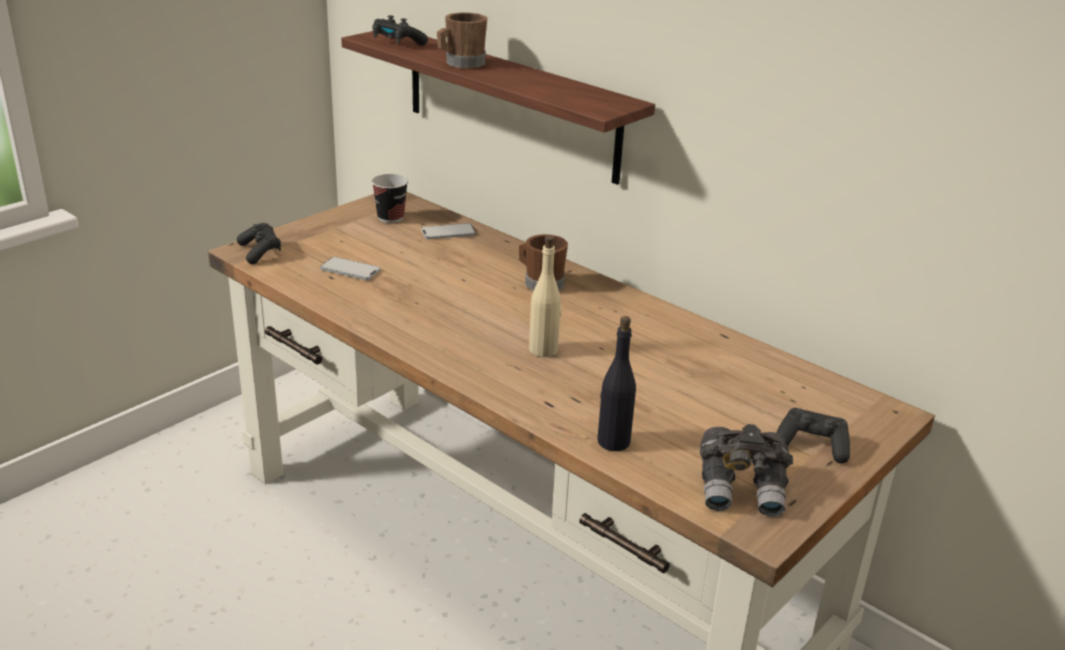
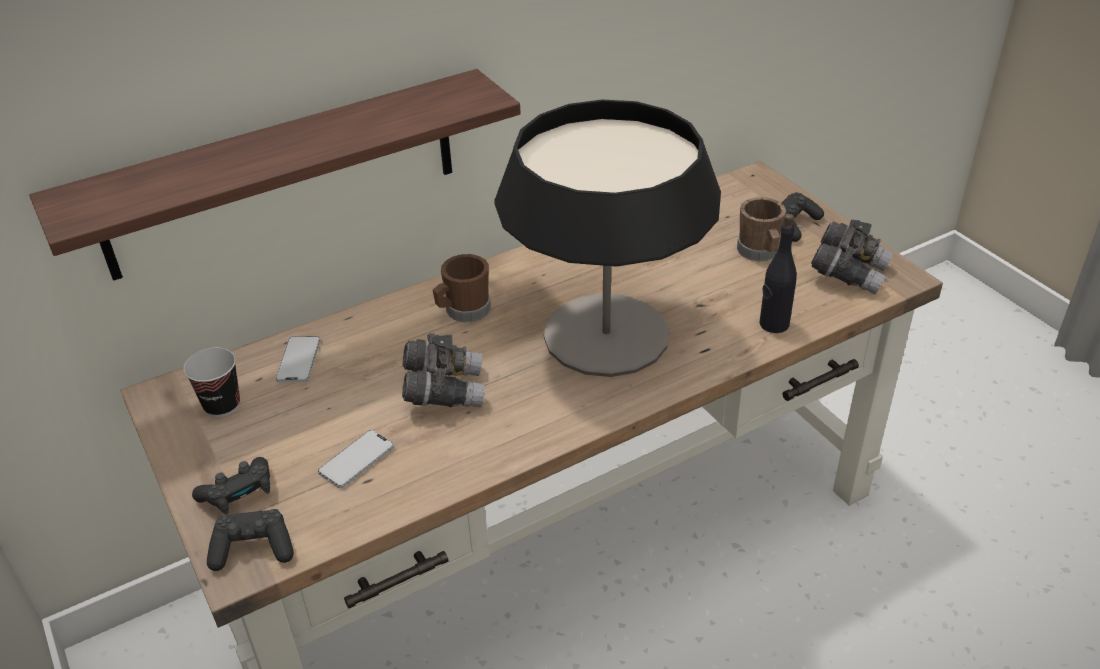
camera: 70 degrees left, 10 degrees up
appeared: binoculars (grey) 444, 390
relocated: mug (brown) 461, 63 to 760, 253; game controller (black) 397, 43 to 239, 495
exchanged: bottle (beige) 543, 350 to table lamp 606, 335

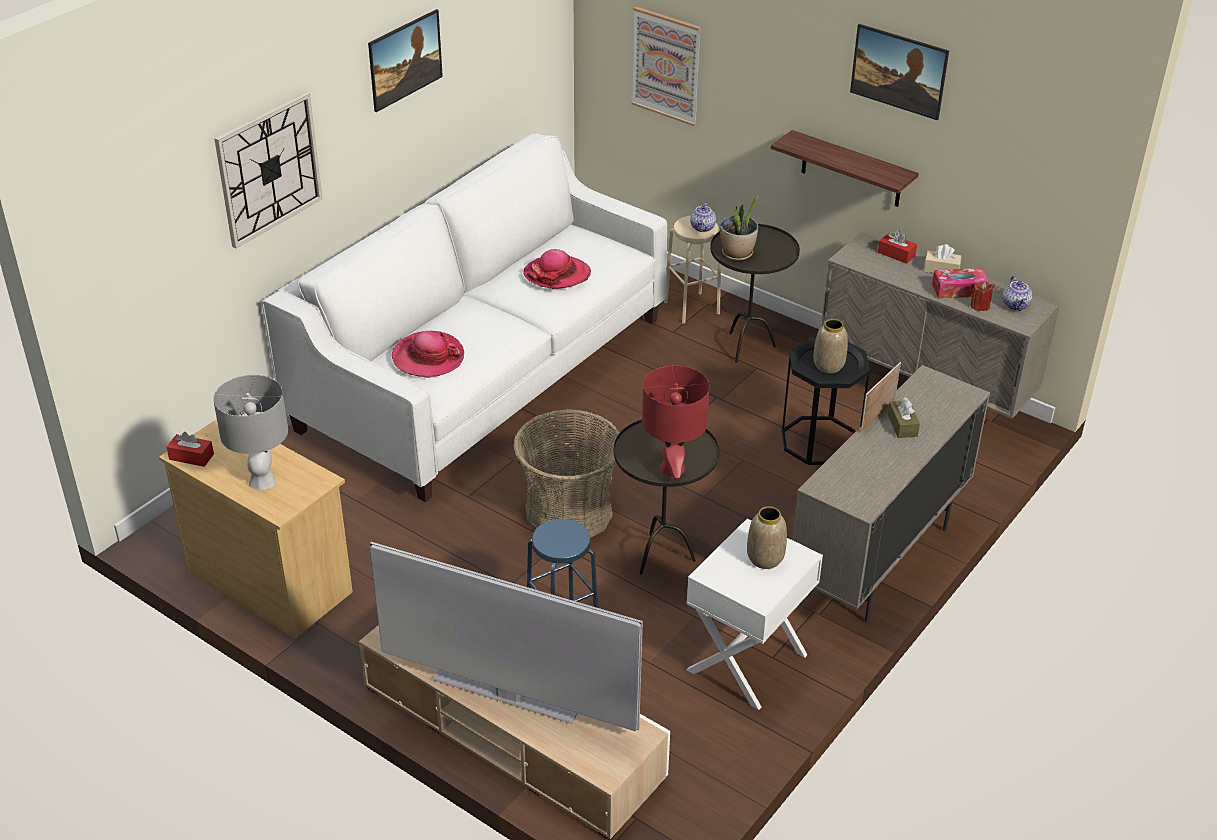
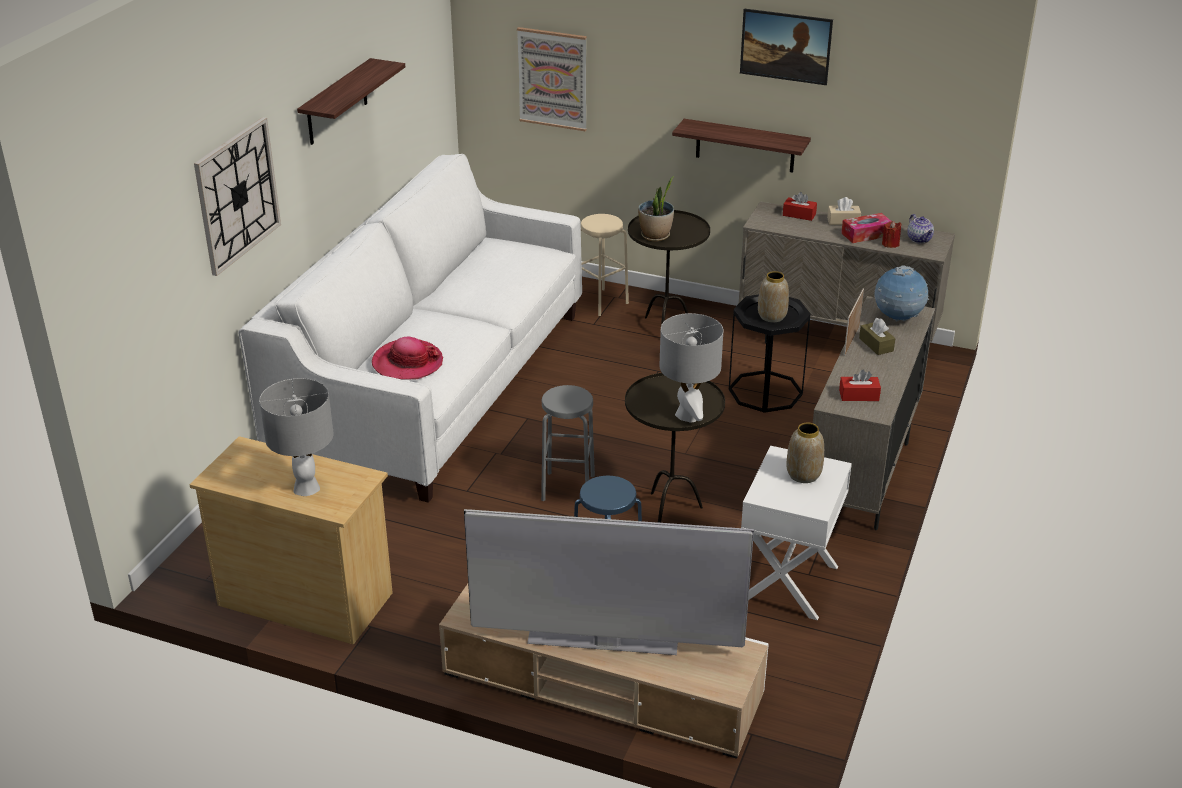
camera: 15 degrees left, 5 degrees down
missing: teapot 703, 228; hat 557, 275
appeared: globe 897, 319
relocated: tissue box (red) 191, 457 to 859, 395
exchanged: picture 406, 76 to shelf 337, 103; basket 568, 512 to stool (grey) 568, 487
colour: table lamp (red) 672, 469 to table lamp (grey) 688, 415

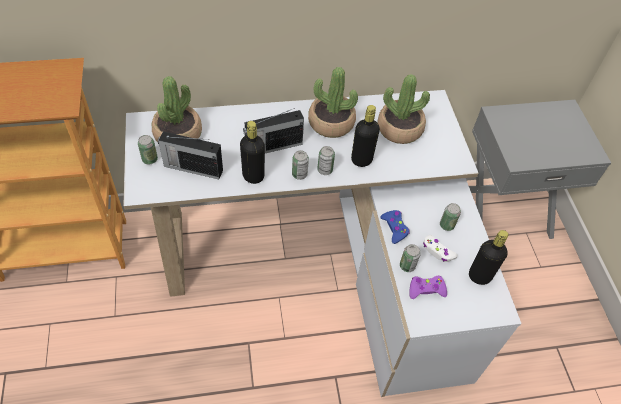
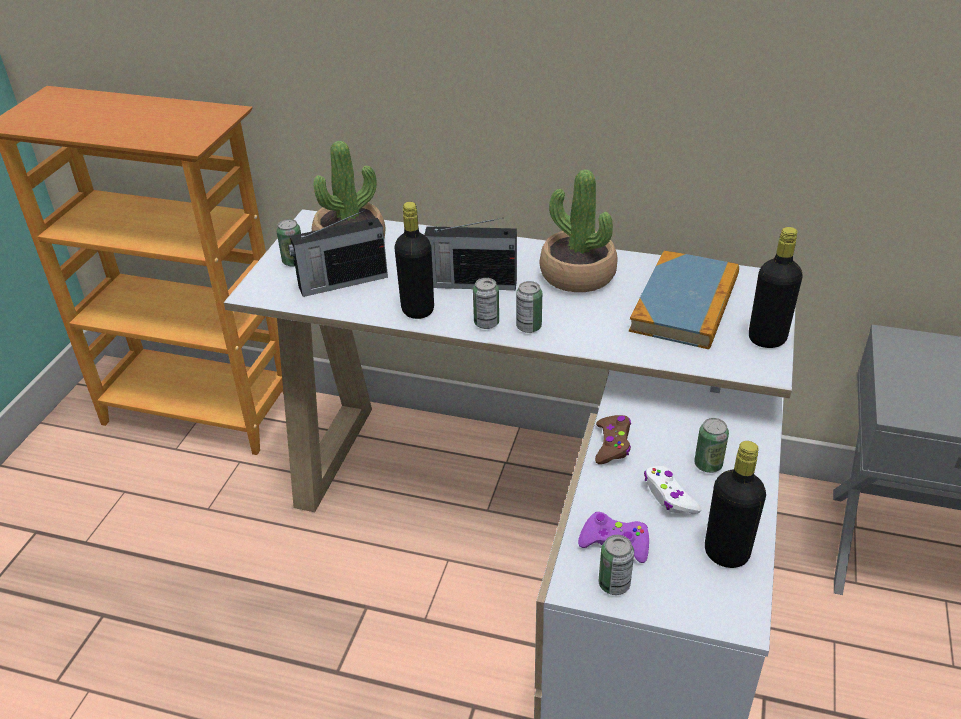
camera: 30 degrees right, 15 degrees down
relocated: bottle (black) 361, 160 to 767, 339; can 407, 266 to 614, 584
exchanged: potted plant 399, 129 to book 685, 304
colour: game controller (blue) 394, 228 to game controller (brown) 612, 444
spun: radio 192, 168 = 341, 282 60 degrees counterclockwise

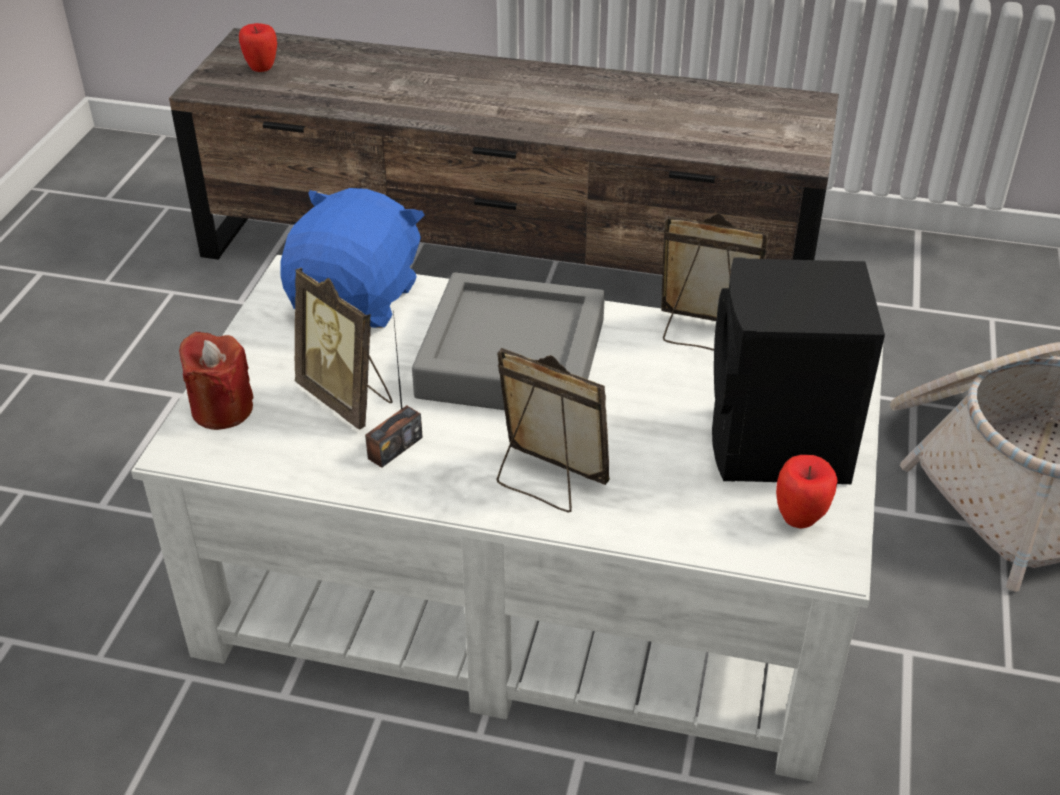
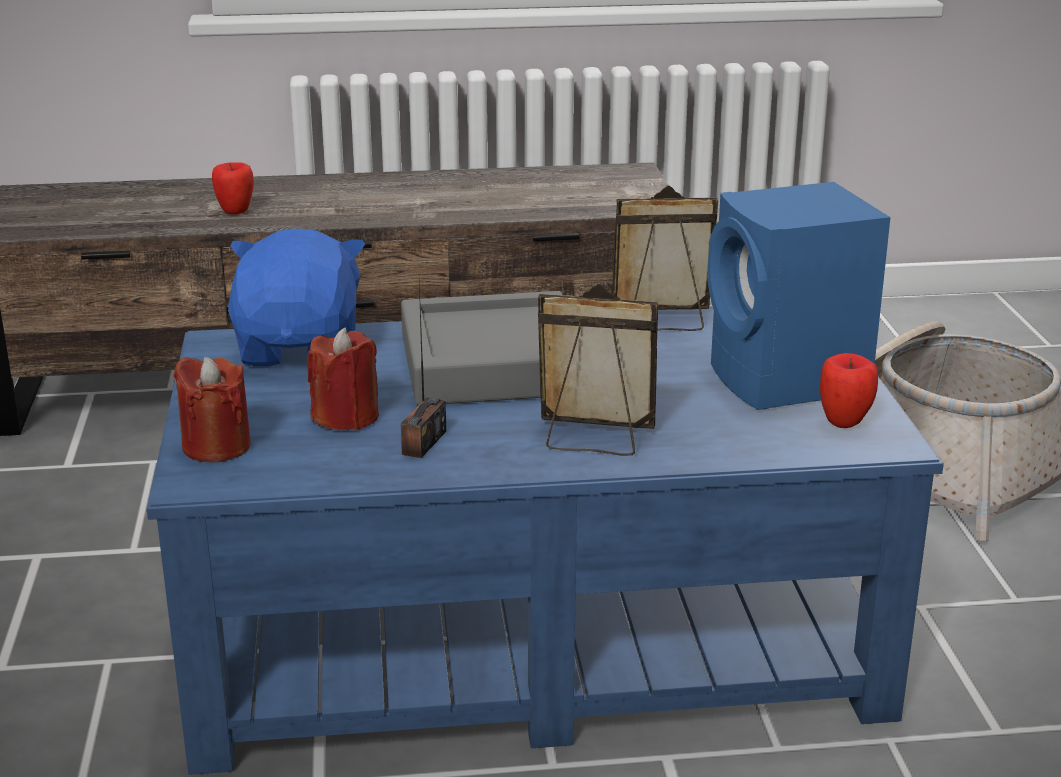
camera: 20 degrees left, 15 degrees down
relocated: apple 262, 68 to 235, 211
exchanged: picture frame 347, 398 to candle (red) 346, 417
colour: coffee table (white) 527, 586 to coffee table (blue) 527, 635; speaker (black) 778, 448 to speaker (blue) 789, 382

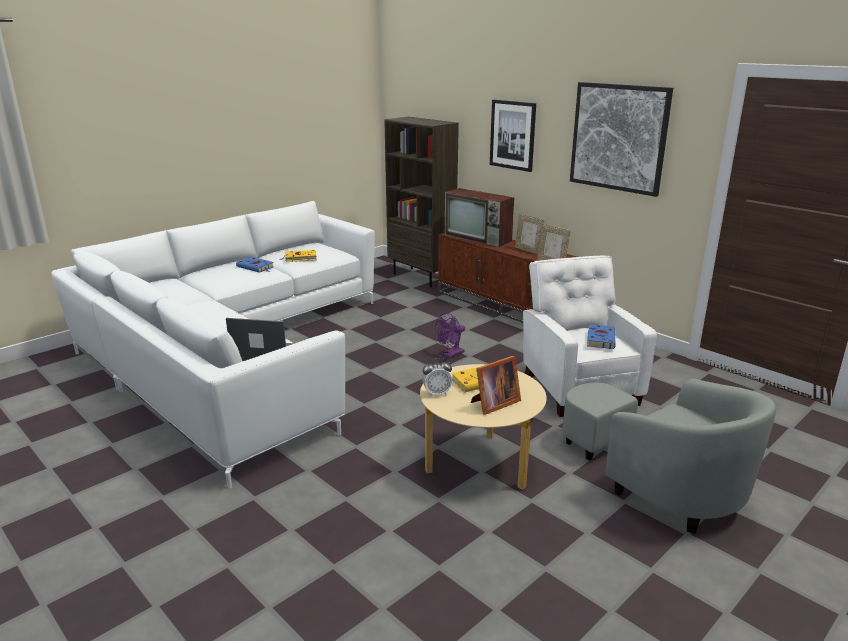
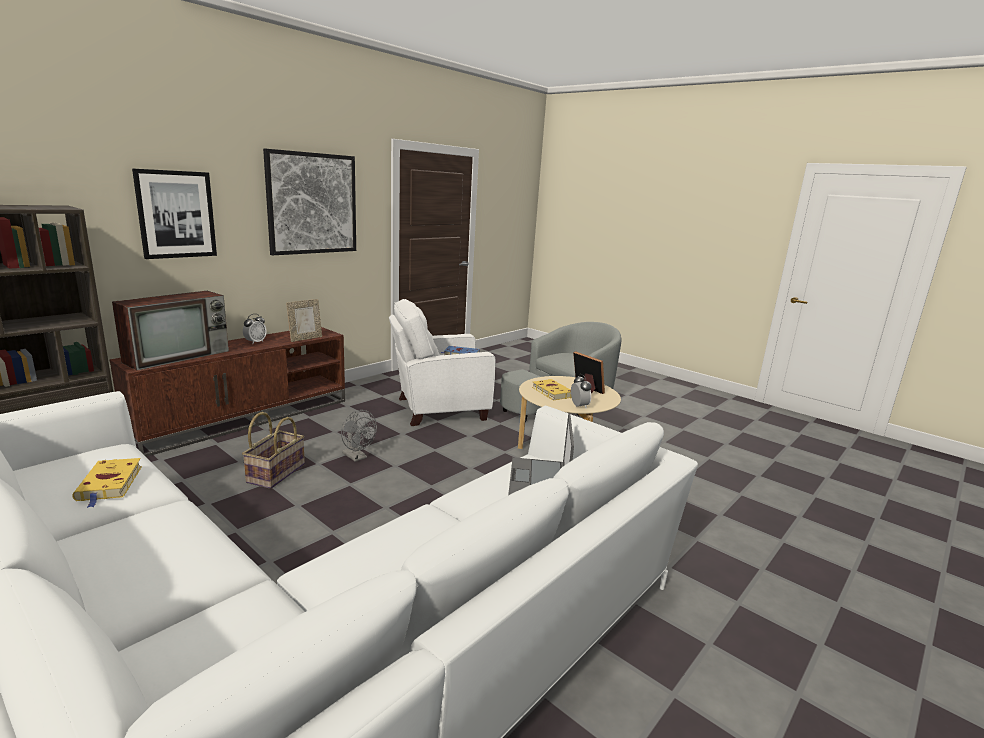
camera: 95 degrees left, 5 degrees down
missing: book (blue) 256, 267
appeared: basket 275, 473
exchanged: picture frame 528, 250 to alarm clock 255, 342
colour: fan (purple) 450, 354 to fan (grey) 357, 457

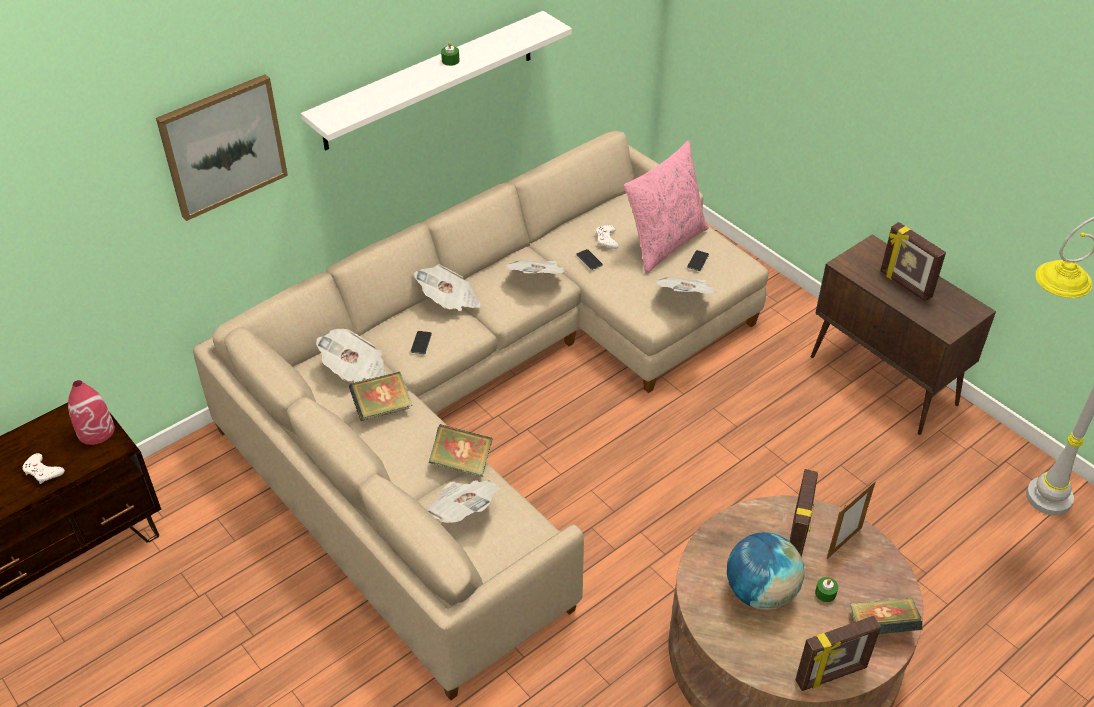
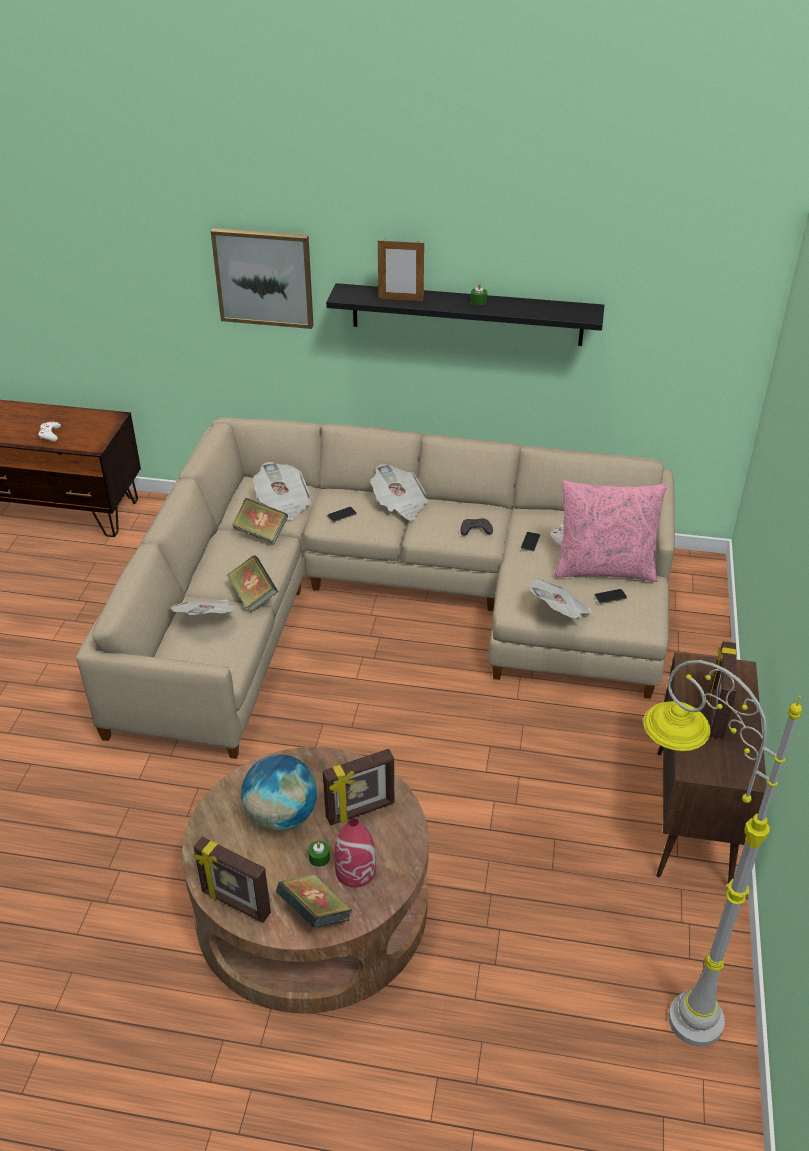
camera: 50 degrees right, 5 degrees down
relocated: vase (red) 96, 431 to 356, 870; picture frame 844, 542 to 401, 299
exchanged: newspaper 537, 279 to game controller (grey) 475, 530
colour: shelf (white) 430, 80 to shelf (black) 467, 314

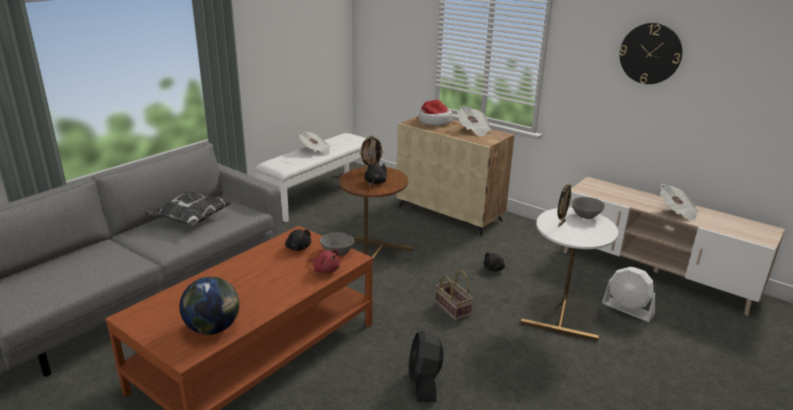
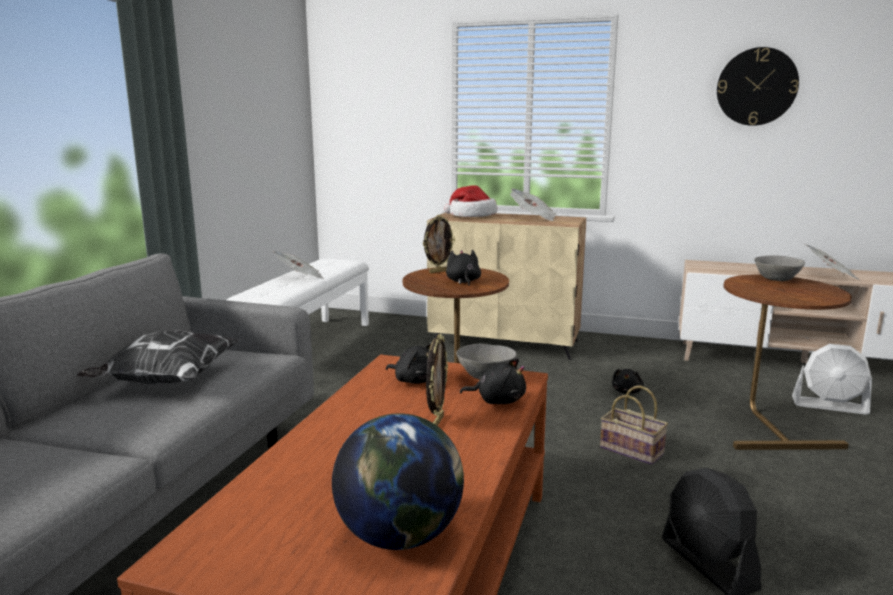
camera: 20 degrees left, 10 degrees down
relocated: picture frame 561, 223 to 437, 422
colour: side table (white) 562, 313 to side table (brown) 767, 426; plush toy (red) 325, 270 to plush toy (black) 498, 401

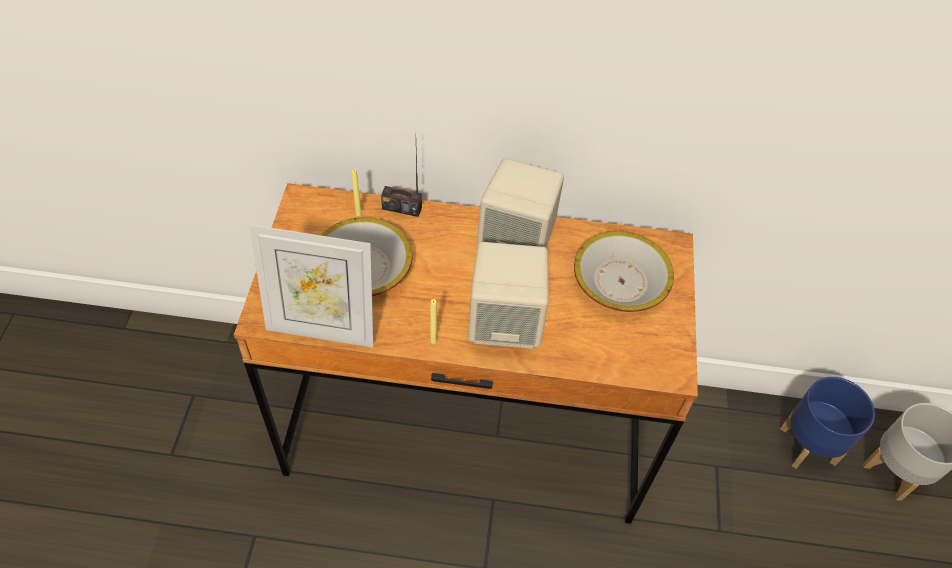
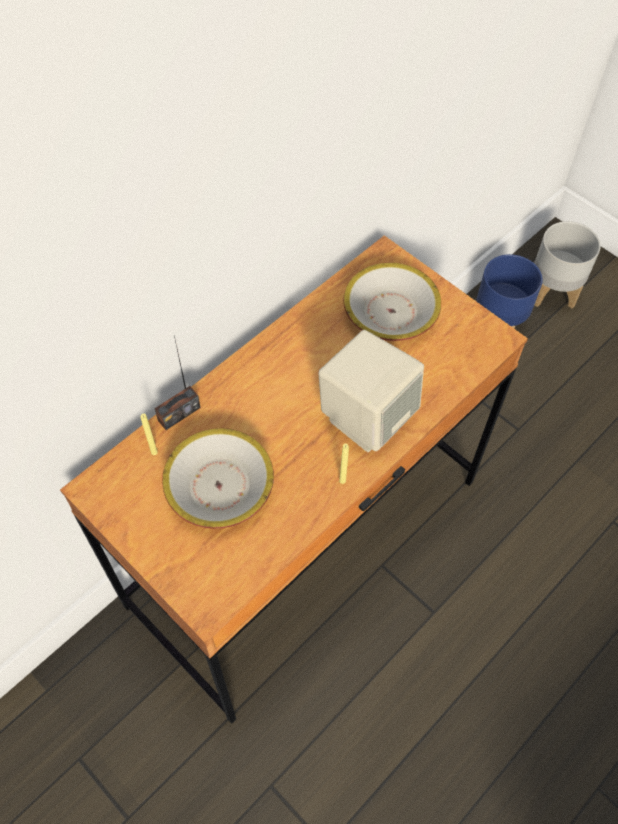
camera: 50 degrees left, 5 degrees up
missing: speaker (beige) 517, 241; picture frame 322, 329

